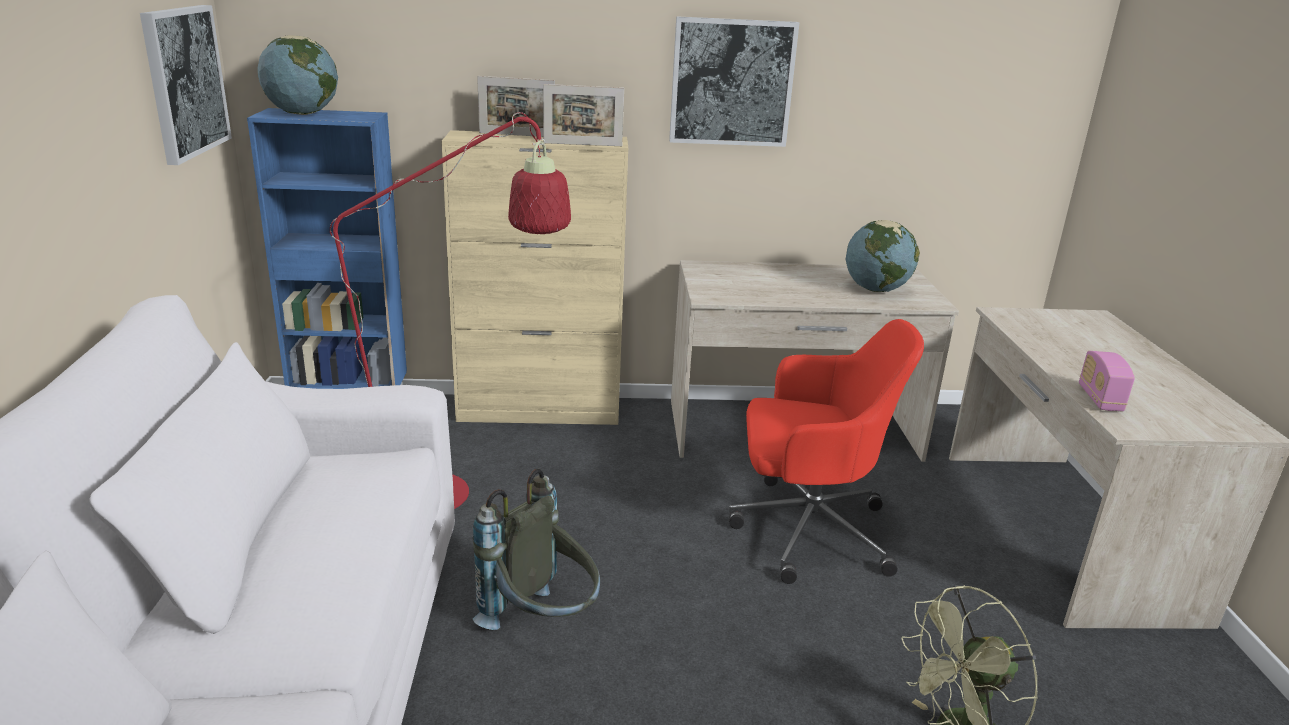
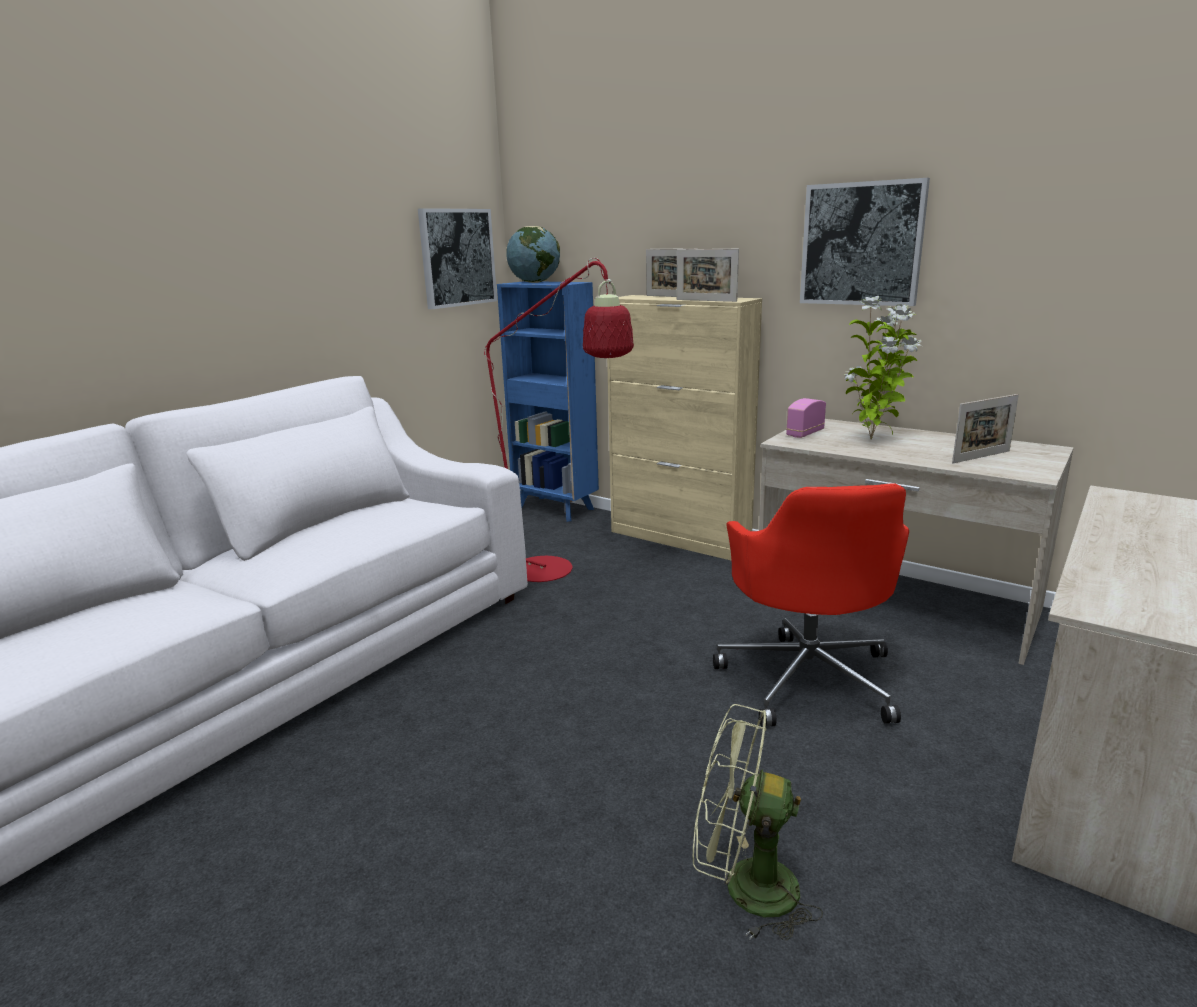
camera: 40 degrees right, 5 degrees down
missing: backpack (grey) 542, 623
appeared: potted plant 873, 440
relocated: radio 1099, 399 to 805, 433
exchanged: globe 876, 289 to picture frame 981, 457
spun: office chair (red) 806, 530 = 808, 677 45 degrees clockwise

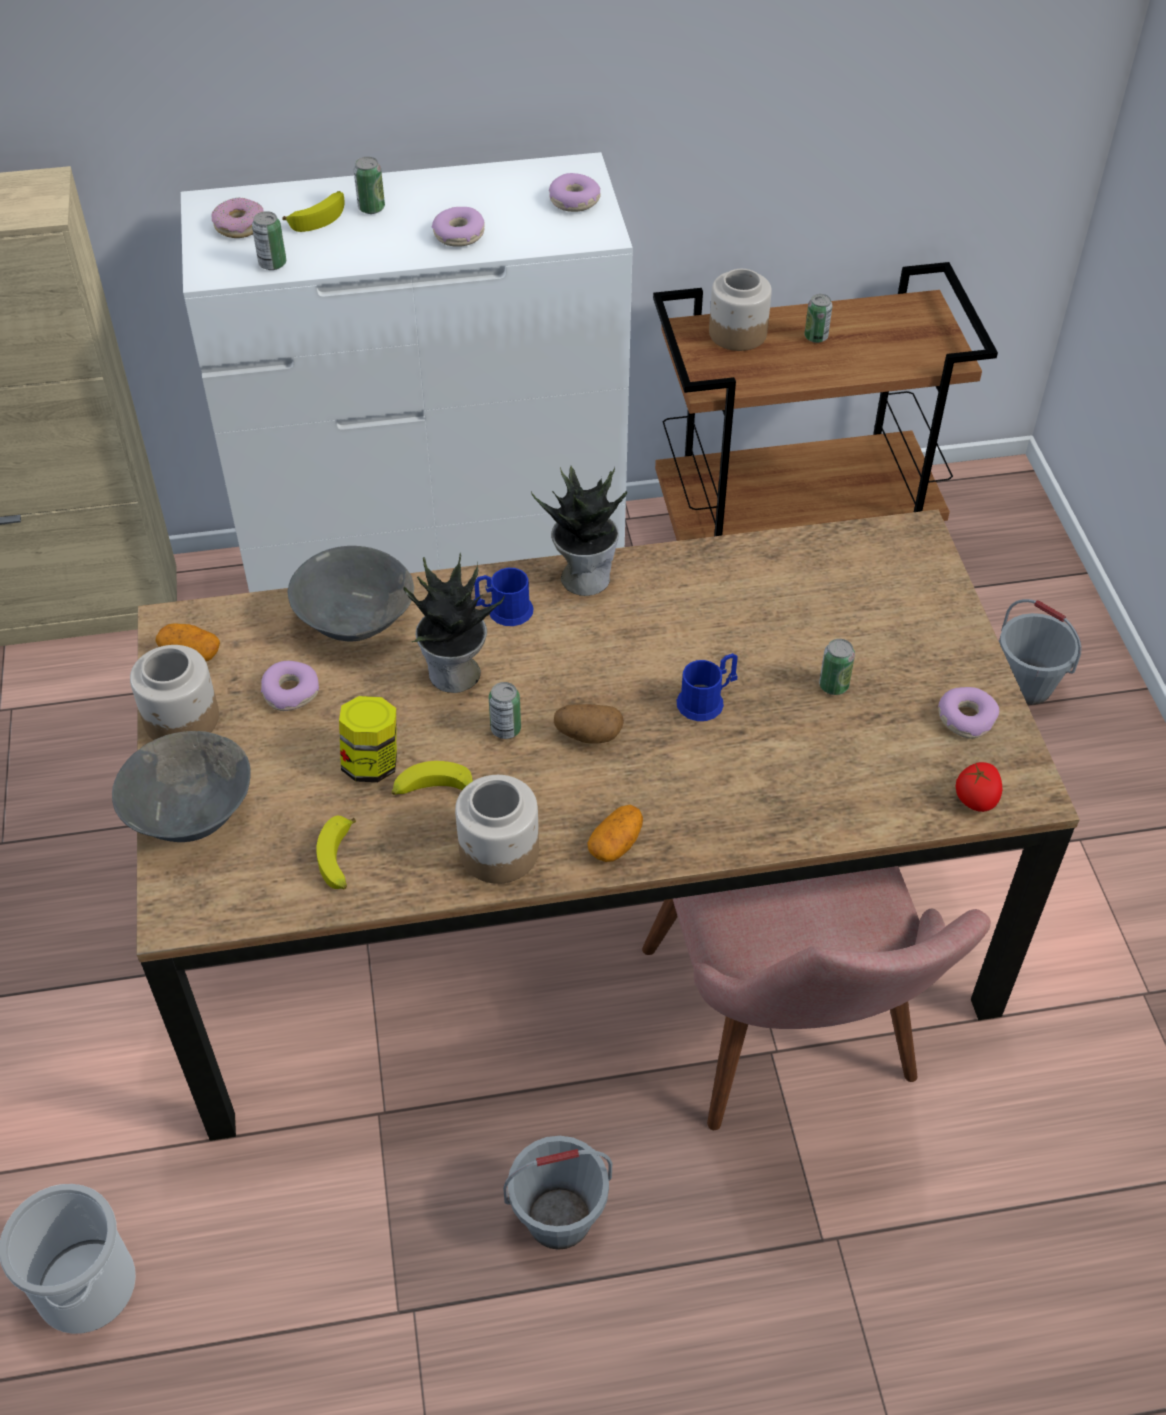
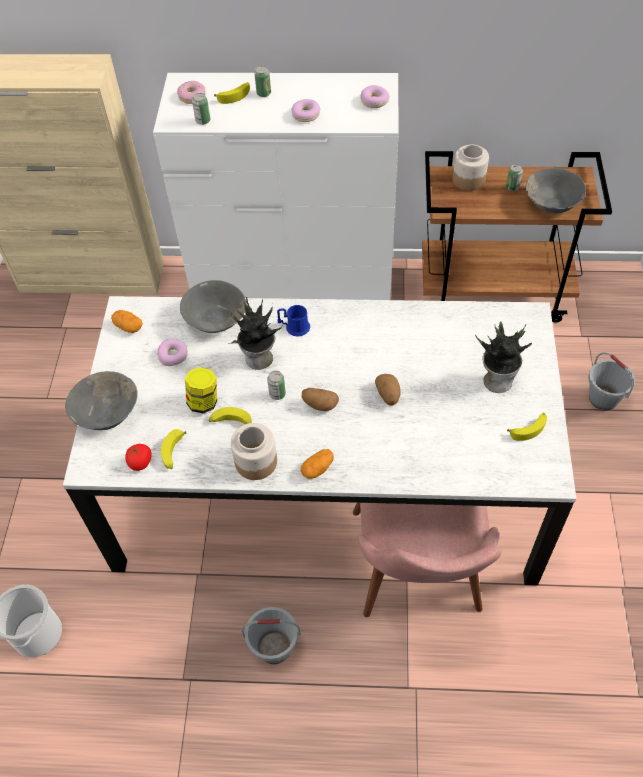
camera: 15 degrees right, 5 degrees up
missing: can 833, 686; jar 182, 719
appeared: bowl (grey) 552, 203
relocated: potted plant 585, 576 to 497, 380; tomato 976, 799 to 141, 462
exchanged: mug (blue) 706, 700 to potato 388, 395; donut 965, 718 to banana 528, 428
colour: dining table (brown) 580, 914 to dining table (white) 325, 486

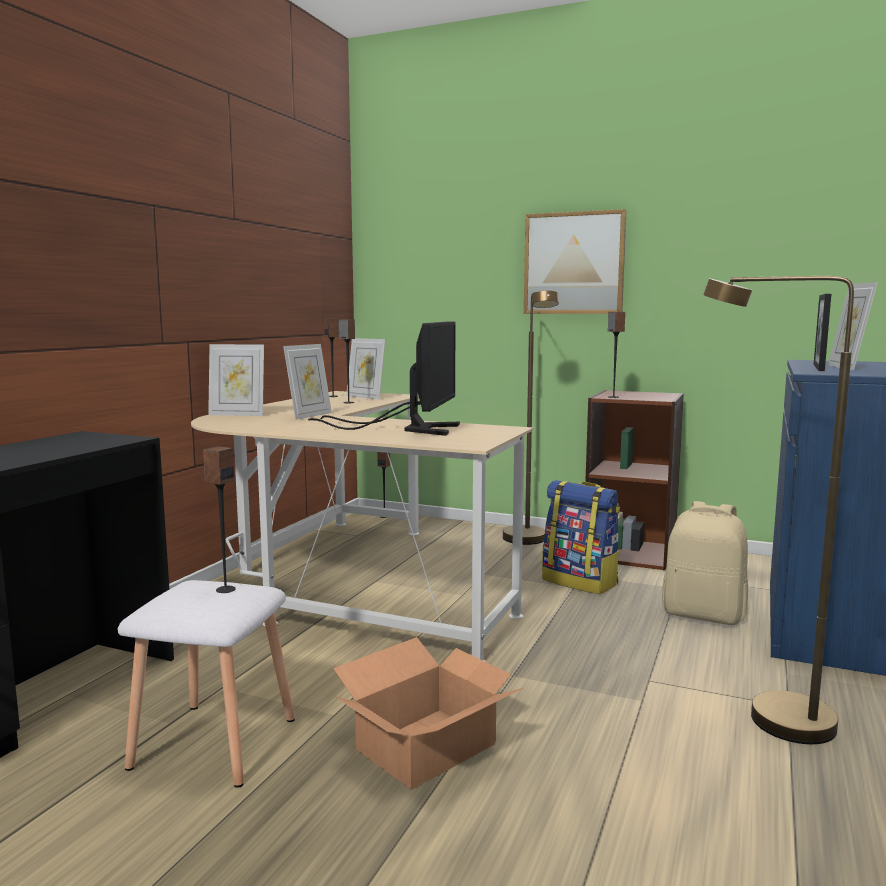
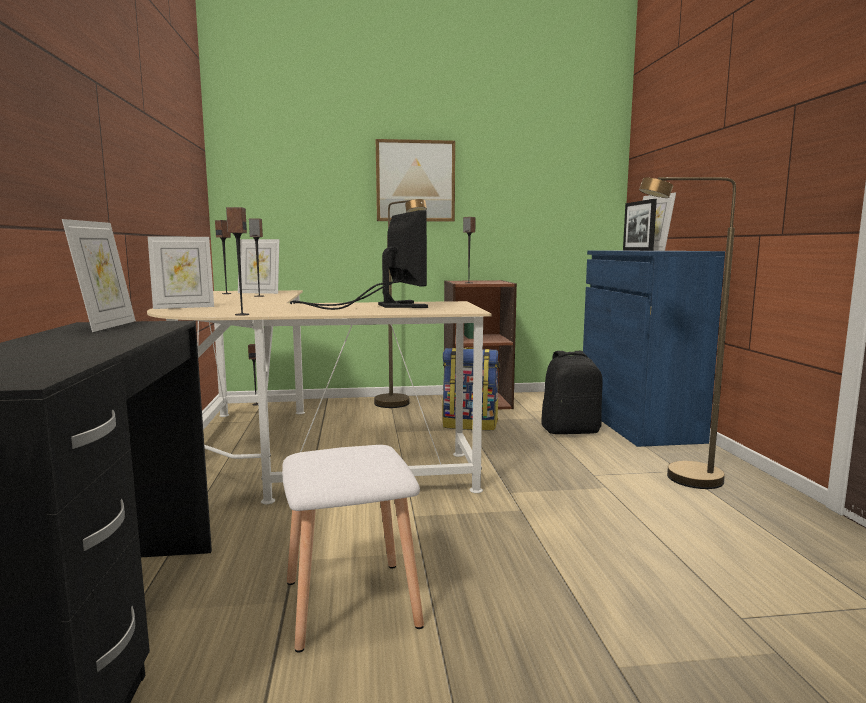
camera: 30 degrees left, 0 degrees up
missing: cardboard box 428, 747
relocated: picture frame 309, 415 to 106, 326; speaker 225, 589 to 241, 314
colour: backpack (beige) 704, 615 to backpack (black) 570, 430

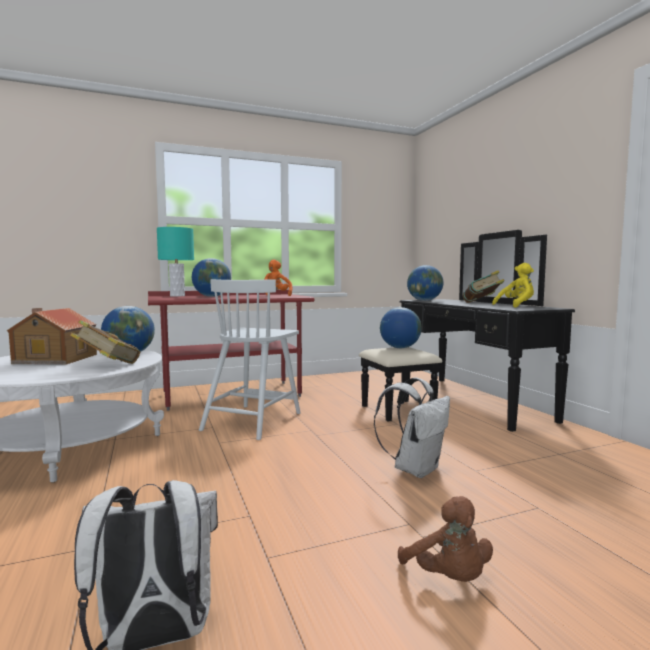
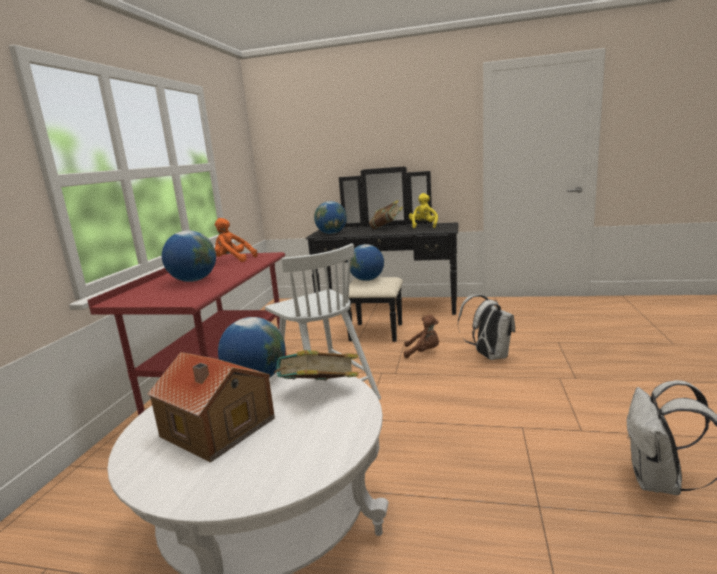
camera: 55 degrees left, 10 degrees up
missing: table lamp (turquoise) 177, 296
relocated: plush toy (brown) 448, 578 to 423, 352

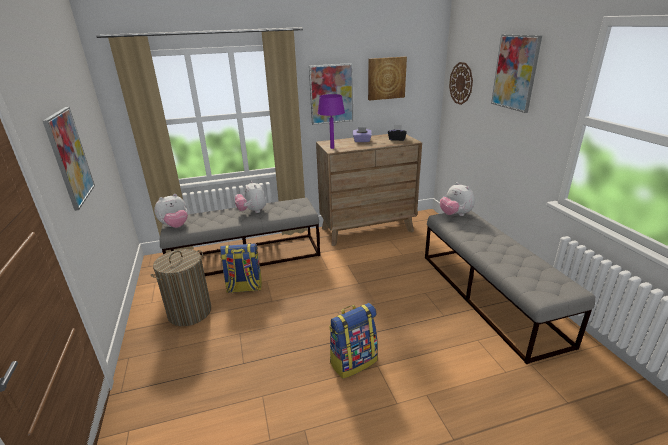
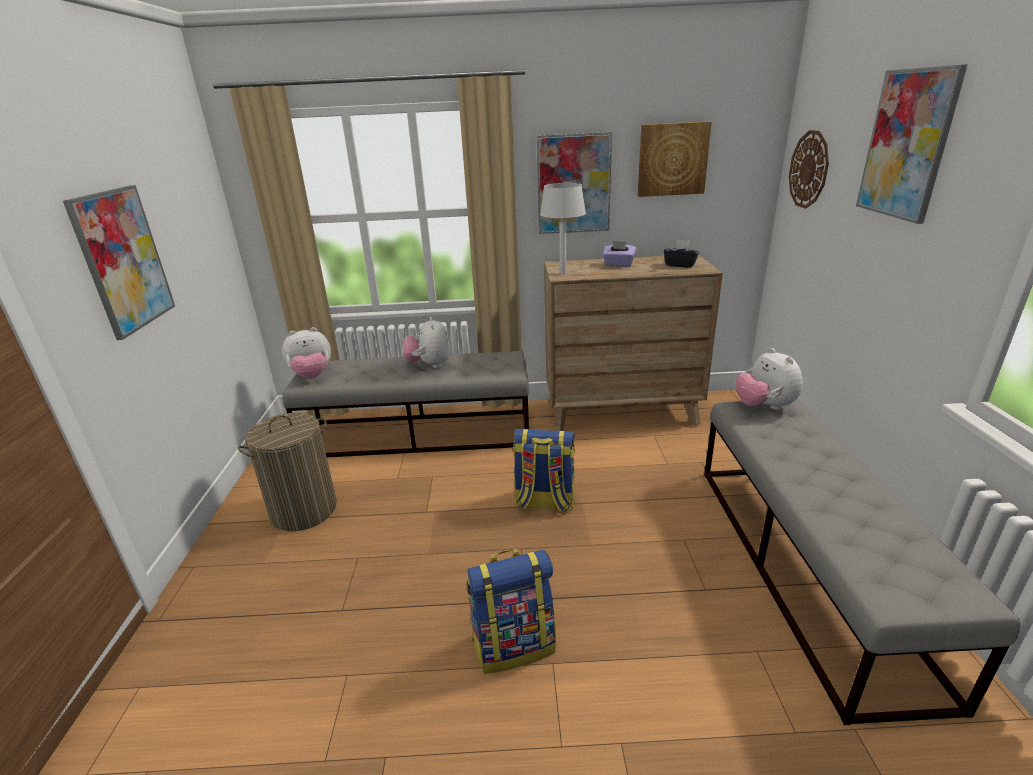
camera: 15 degrees right, 0 degrees up
relocated: backpack 244, 288 to 544, 502
colour: table lamp (purple) 332, 148 to table lamp (grey) 563, 273

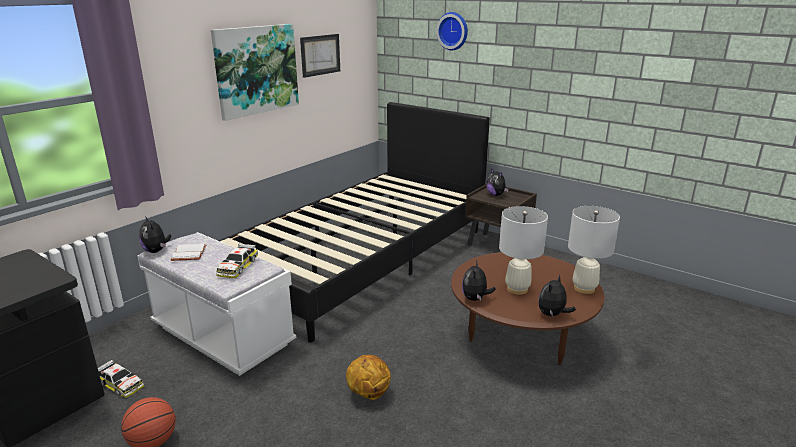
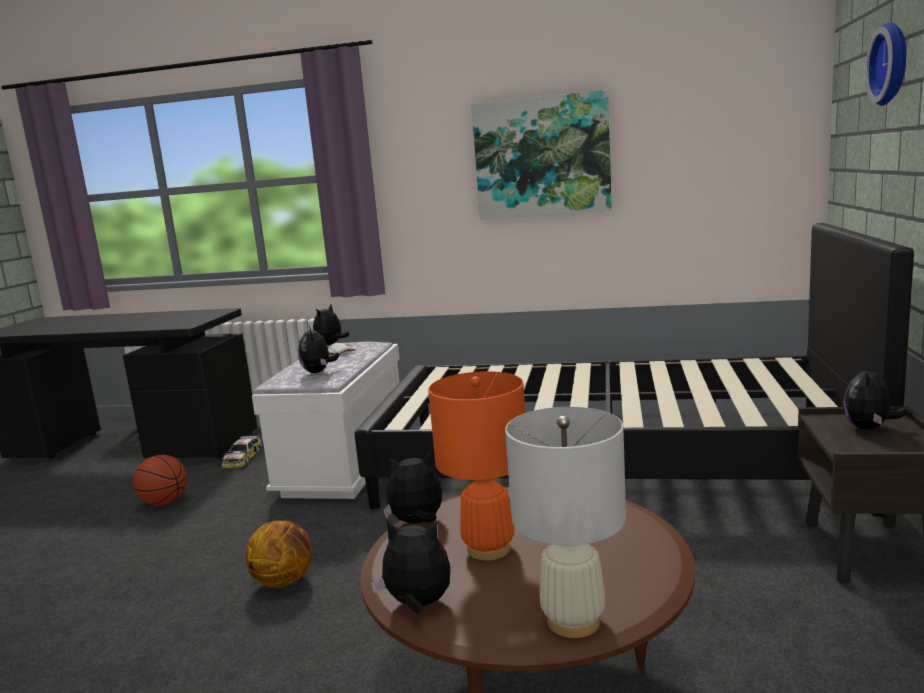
camera: 65 degrees right, 10 degrees down
missing: picture 320, 55
exchanged: toy car 237, 266 to plush toy 318, 372
colour: table lamp (white) 517, 289 to table lamp (orange) 489, 549

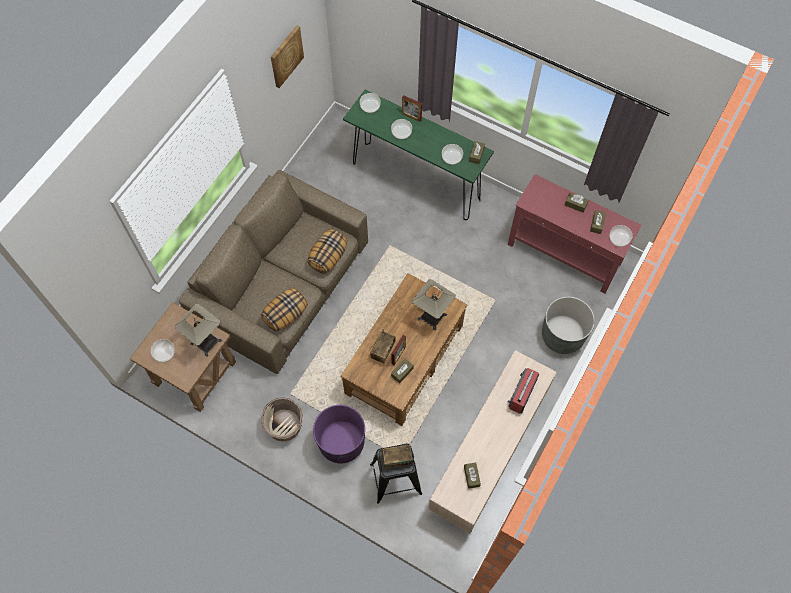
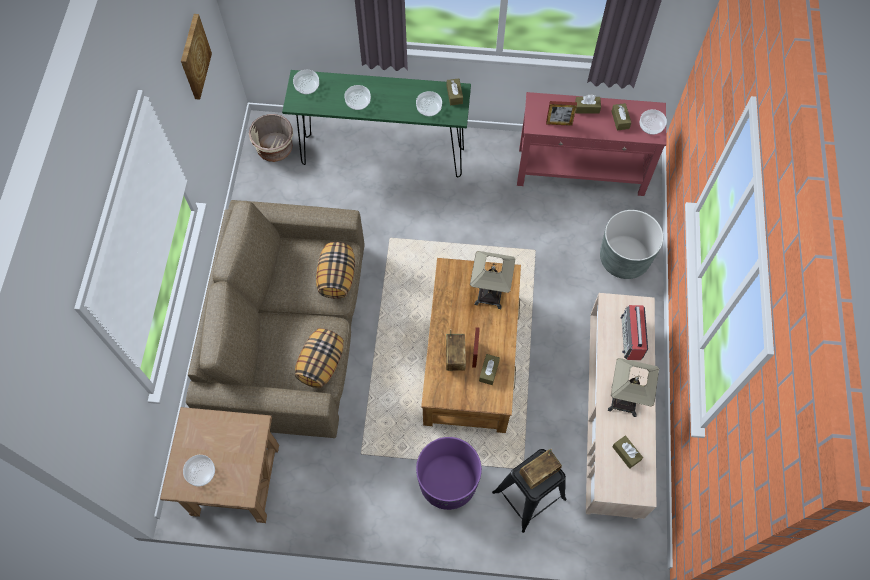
camera: 25 degrees left, 0 degrees up
relocated: picture frame 411, 116 to 559, 123; table lamp 206, 342 to 623, 400; planter (beige) 284, 425 to 275, 148

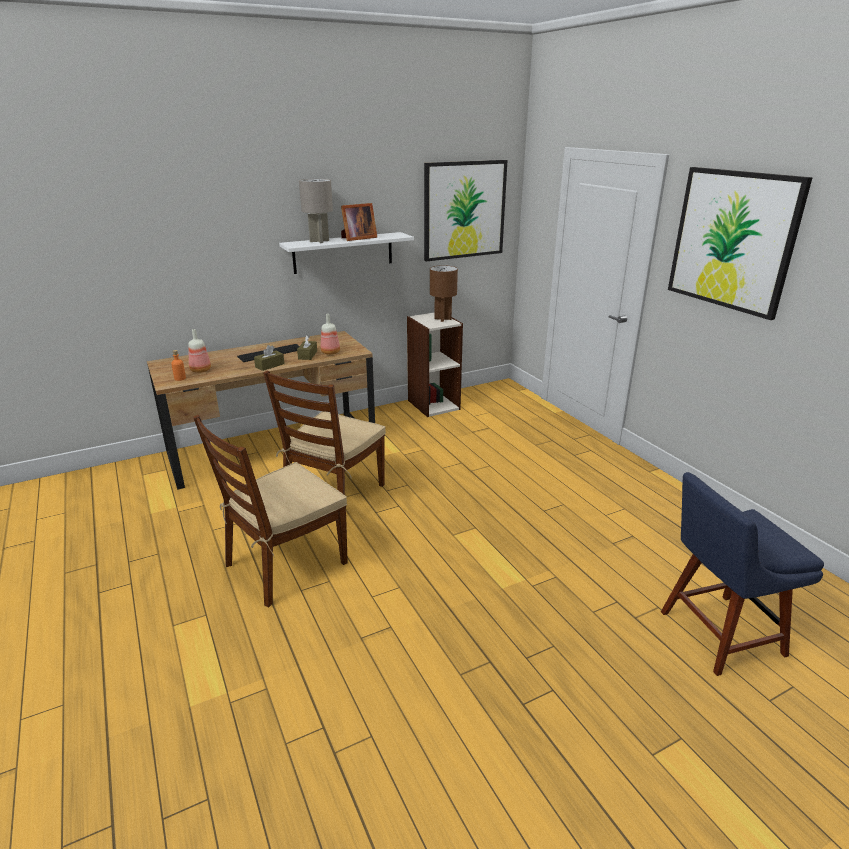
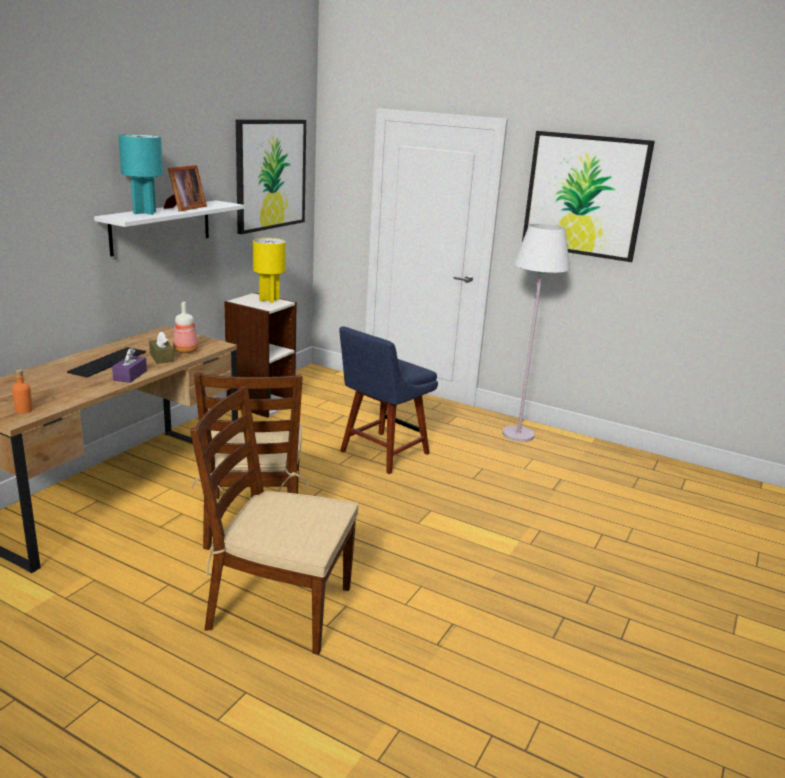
camera: 35 degrees left, 5 degrees down
missing: bottle 201, 370
appeared: floor lamp (white) 518, 434
relocated: chair (blue) 716, 634 to 381, 454
colour: table lamp (grey) 319, 241 to table lamp (turquoise) 144, 213; table lamp (brown) 443, 319 to table lamp (yellow) 269, 300; tissue box (brown) 270, 365 to tissue box (purple) 130, 375
spun: chair (brown) 285, 564 = 279, 607 90 degrees clockwise

